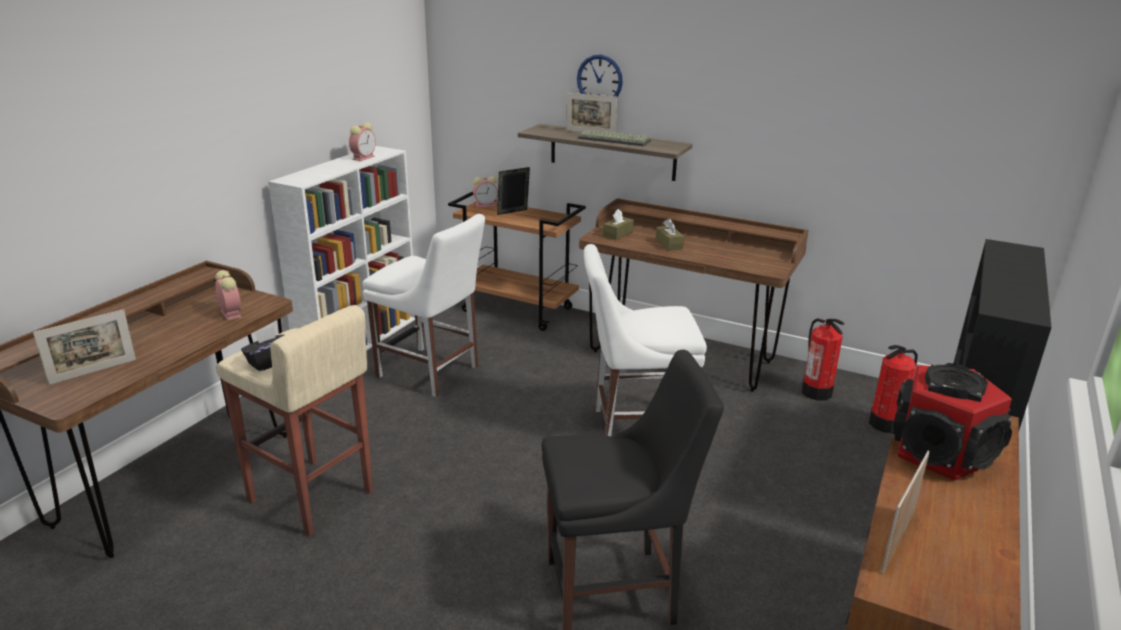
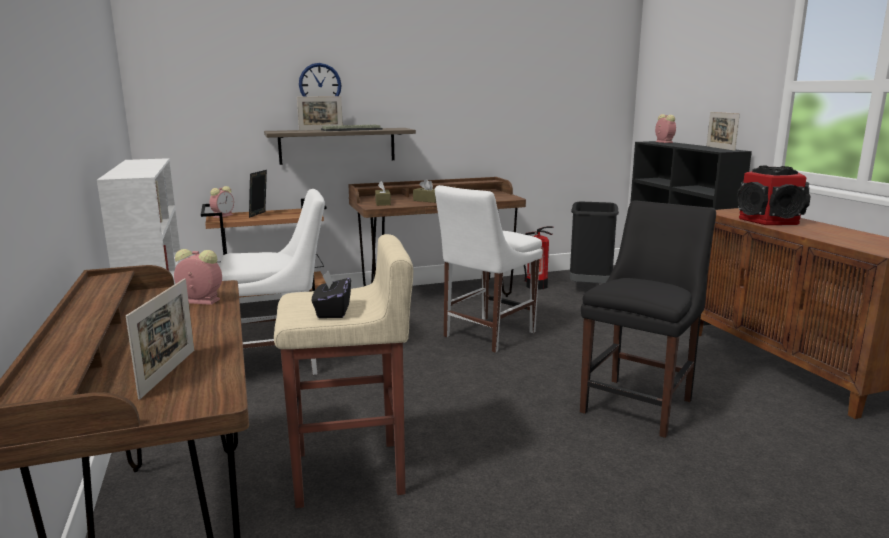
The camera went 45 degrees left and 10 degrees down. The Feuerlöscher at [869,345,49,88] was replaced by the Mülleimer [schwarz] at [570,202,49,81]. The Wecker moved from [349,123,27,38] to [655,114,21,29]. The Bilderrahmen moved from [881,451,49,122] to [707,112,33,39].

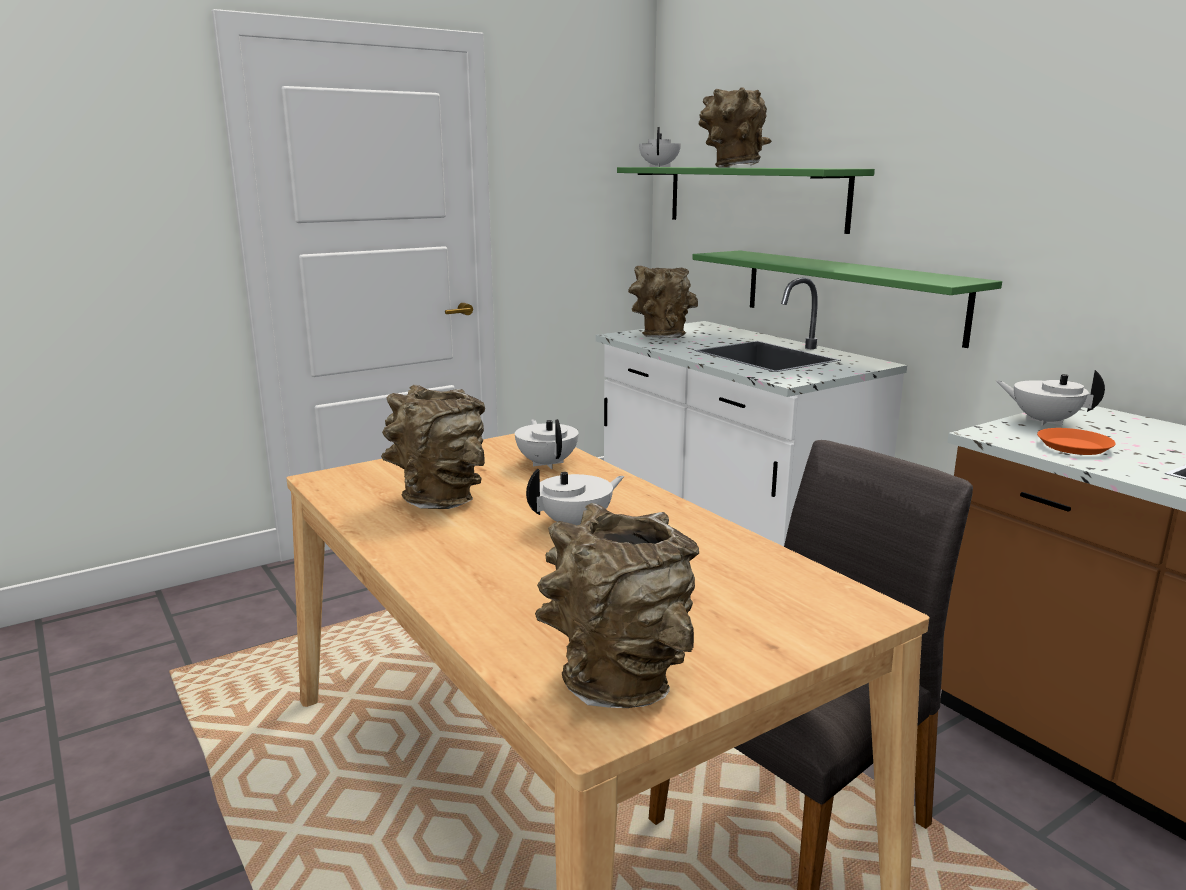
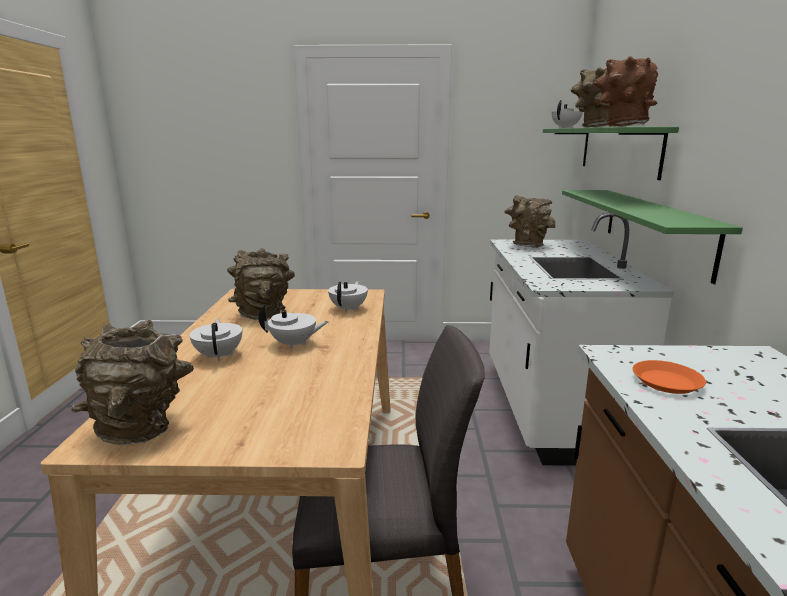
The camera went 35 degrees right and 0 degrees up. The Teekanne [weiß] moved from [996,370,109,56] to [189,319,53,42]. The Vase [braun] at [594,56,64,71] appeared.

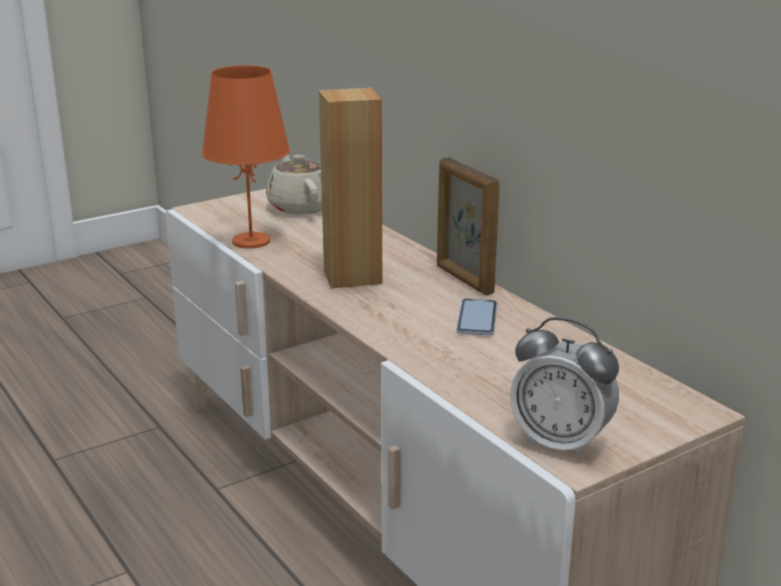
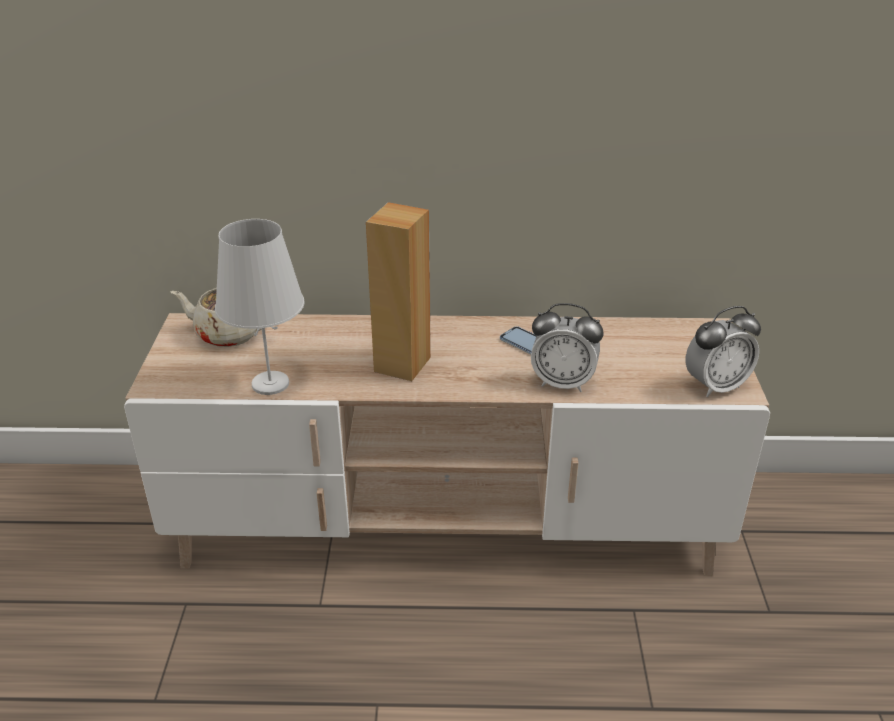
The camera went 55 degrees left and 10 degrees up. The Tischlampe [orange] at [201,65,89,184] became the Tischlampe [weiß] at [215,219,89,176]. The Wecker at [531,303,72,89] appeared. The Bilderrahmen at [437,157,63,138] disappeared.

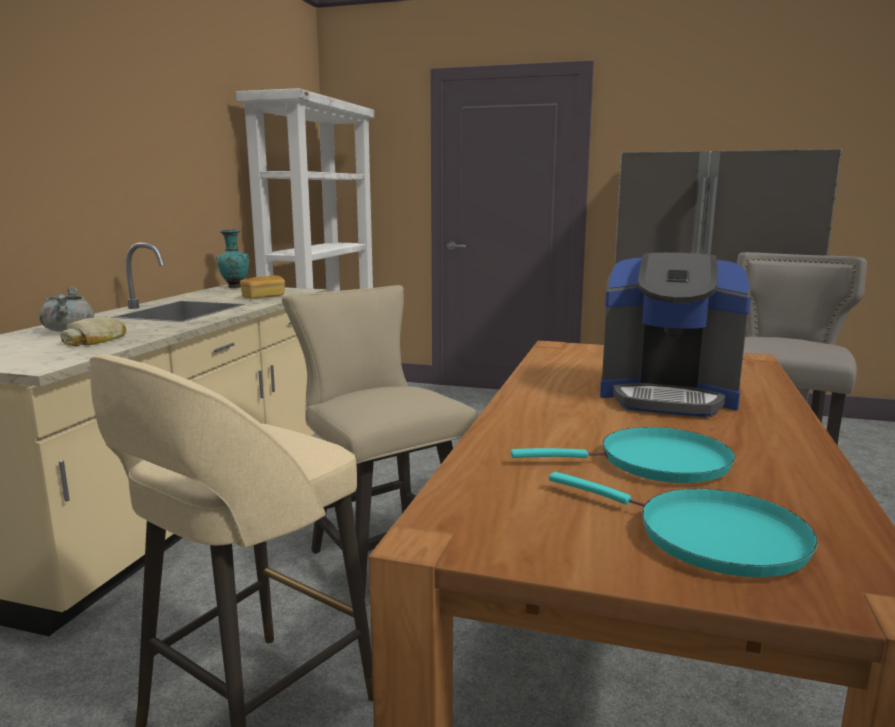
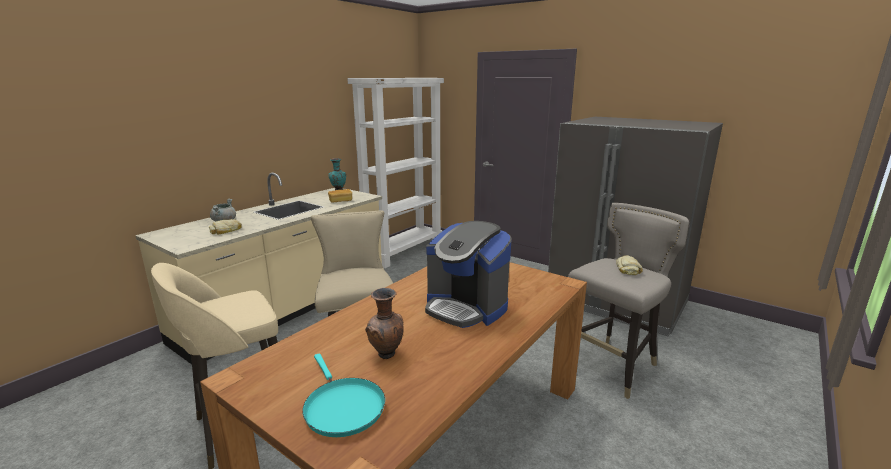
The camera went 20 degrees right and 5 degrees up. The Pfanne [türkis] at [511,427,224,56] was replaced by the Vase [braun] at [365,288,39,71]. The Brot at [616,255,26,20] appeared.

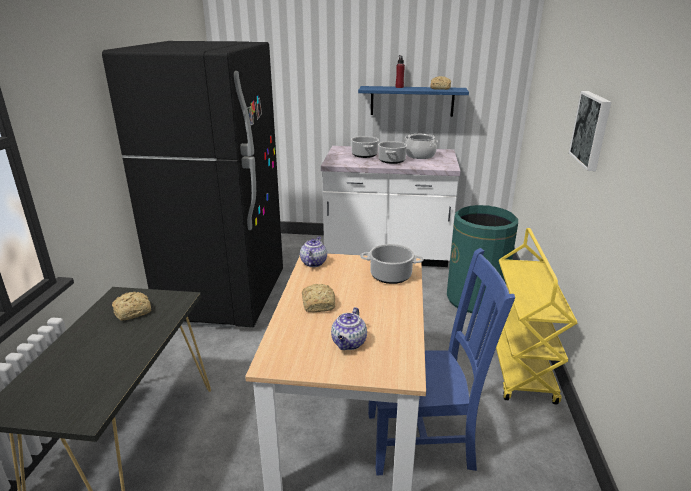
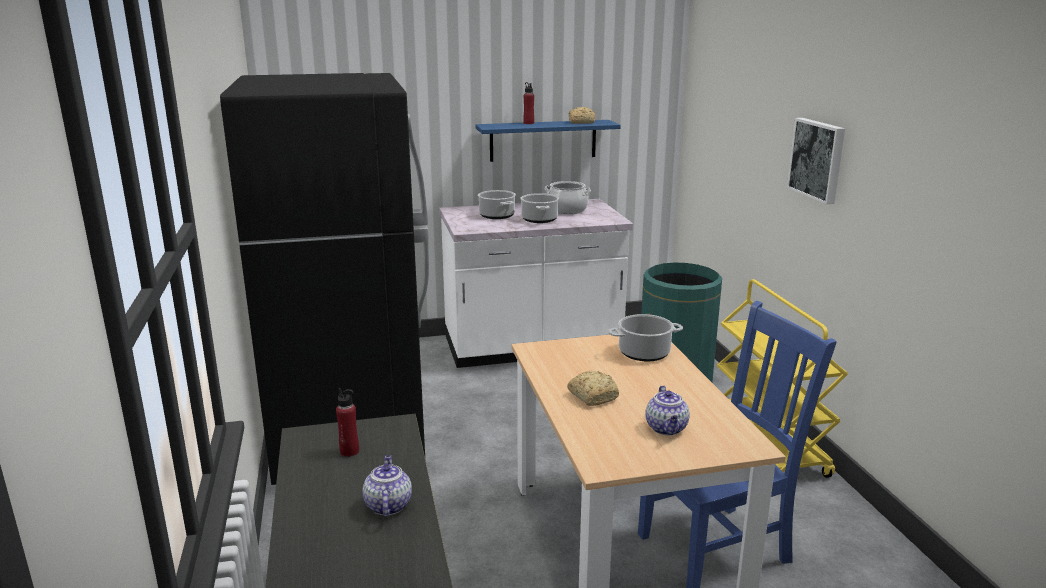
The camera went 20 degrees left and 5 degrees down. The Brot at [112,292,39,29] was replaced by the Flasche [rot] at [336,388,23,69]. The Teekanne moved from [300,236,27,31] to [363,455,49,62].

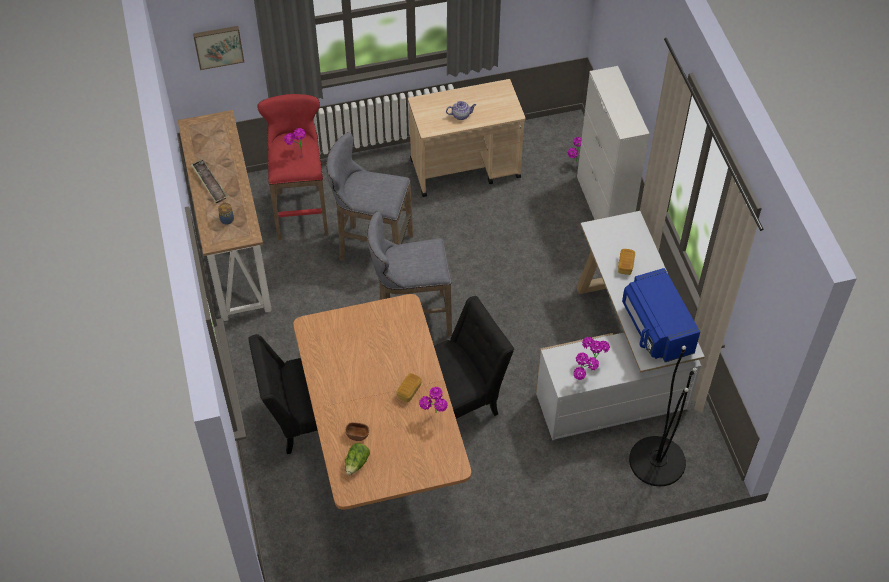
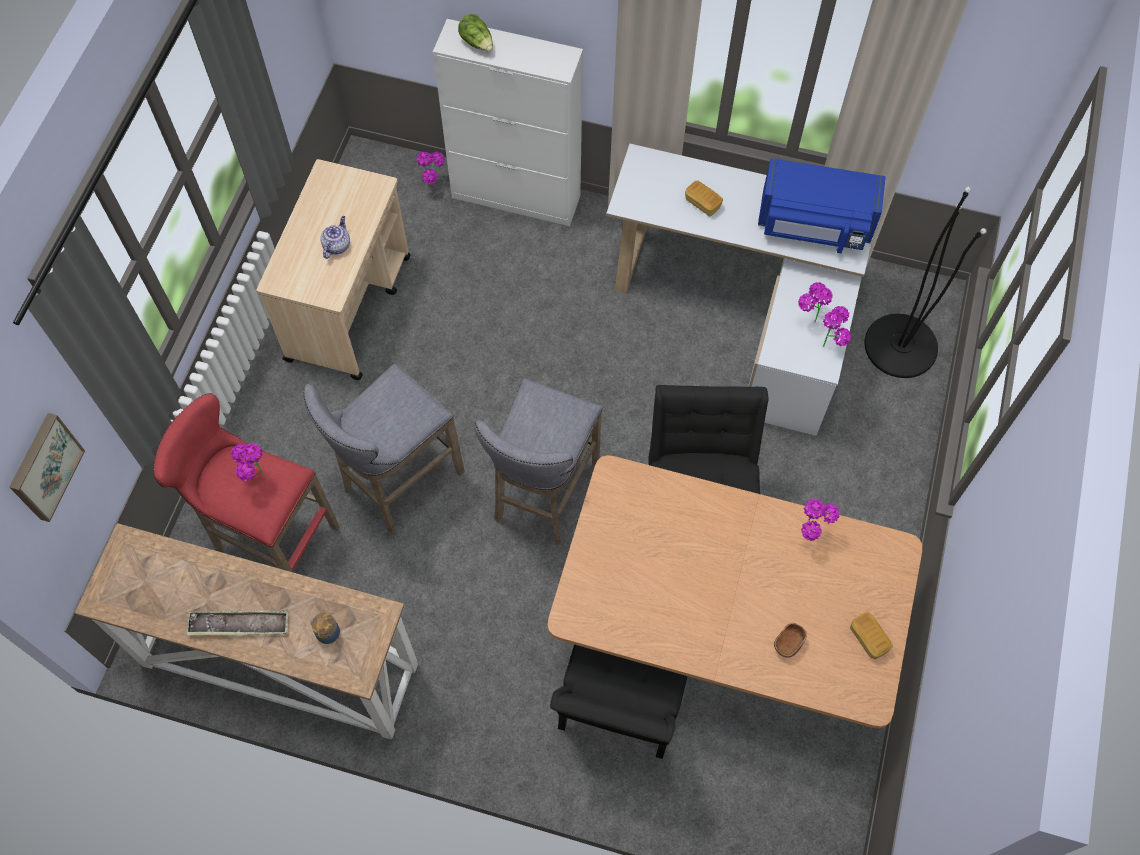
The camera went 60 degrees left and 10 degrees up. The Salatkopf moved from [345,443,25,32] to [458,14,35,38]. The Brot moved from [396,373,26,29] to [850,612,43,47].

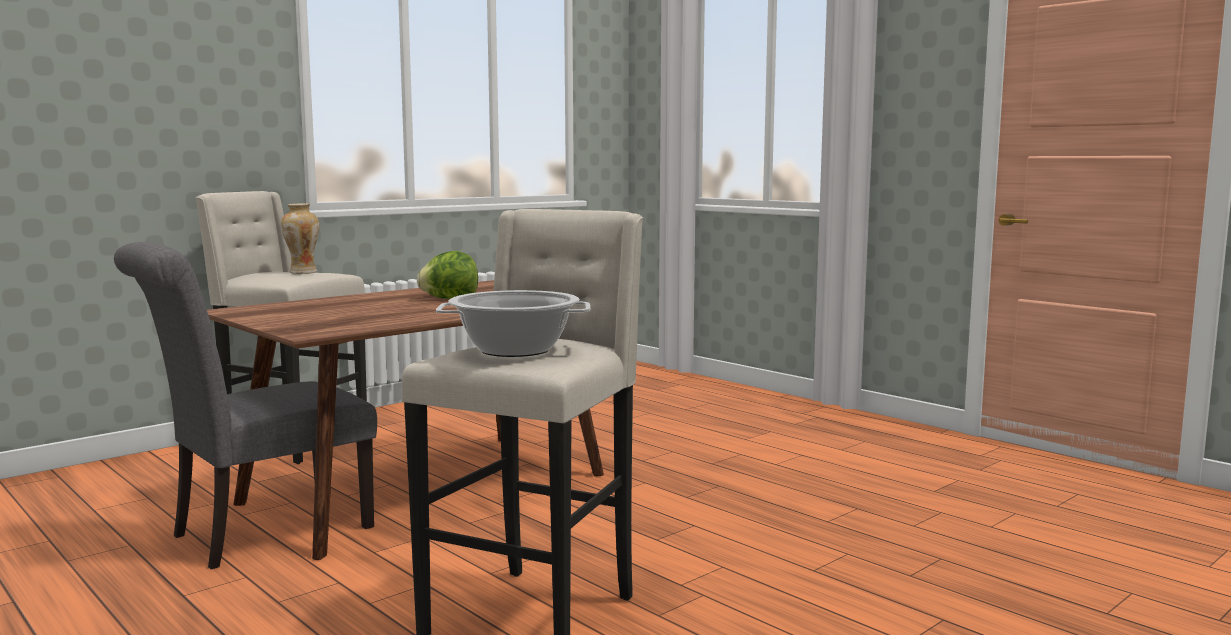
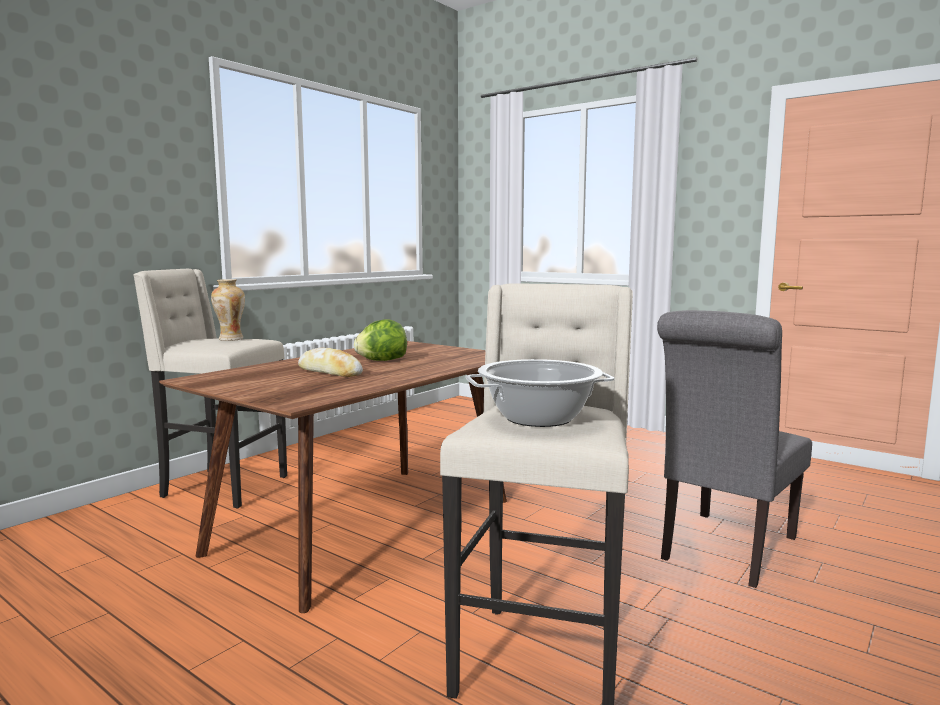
The camera went 10 degrees left and 0 degrees up. The Brot at [298,348,65,29] appeared. The Stuhl [grau] moved from [114,242,263,327] to [657,310,155,278].

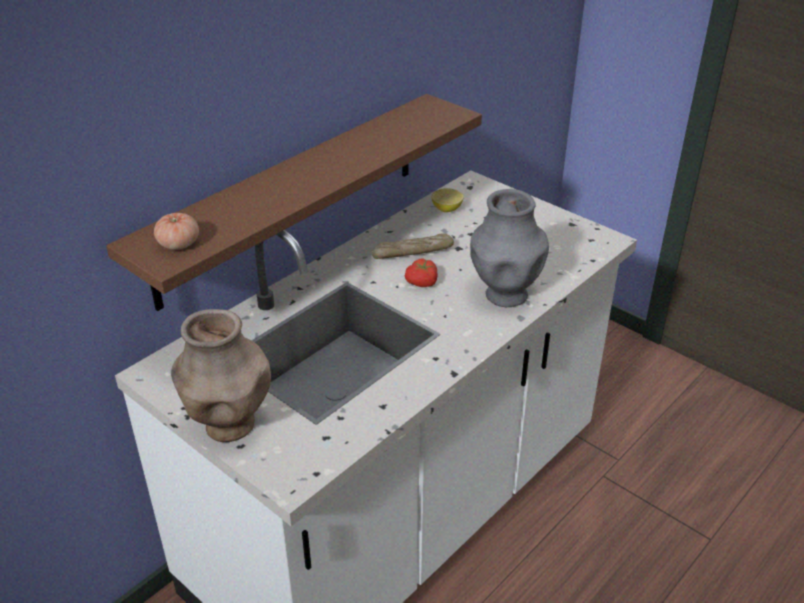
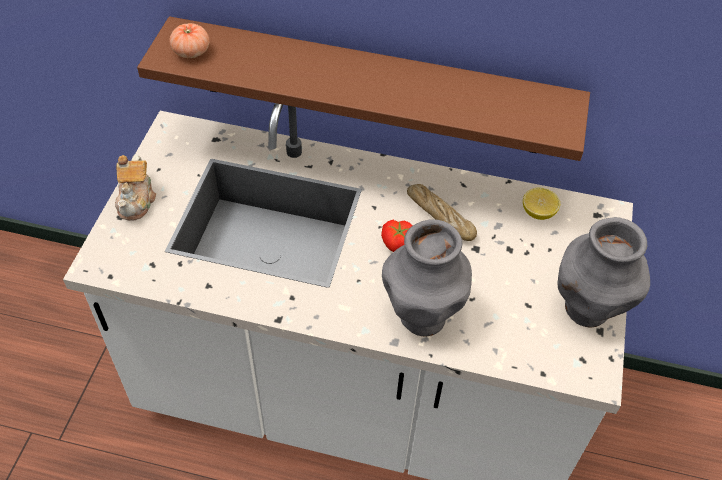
The camera went 60 degrees right and 15 degrees up. The Vase [braun] at [171,309,100,133] was replaced by the Teekanne at [115,154,41,67]. The Vase [grau] at [557,217,93,111] appeared.

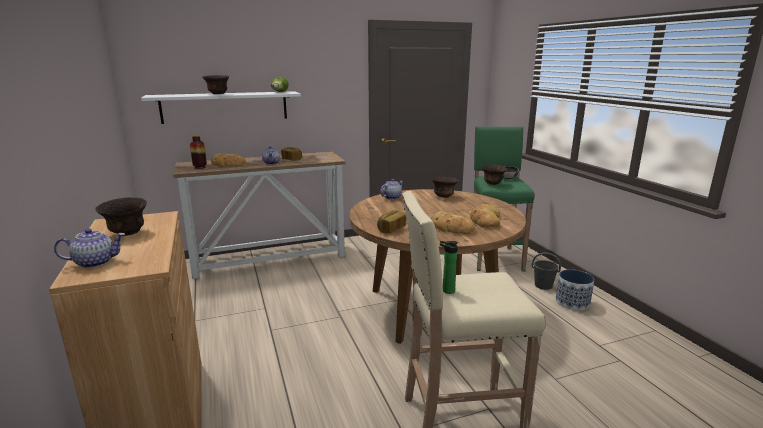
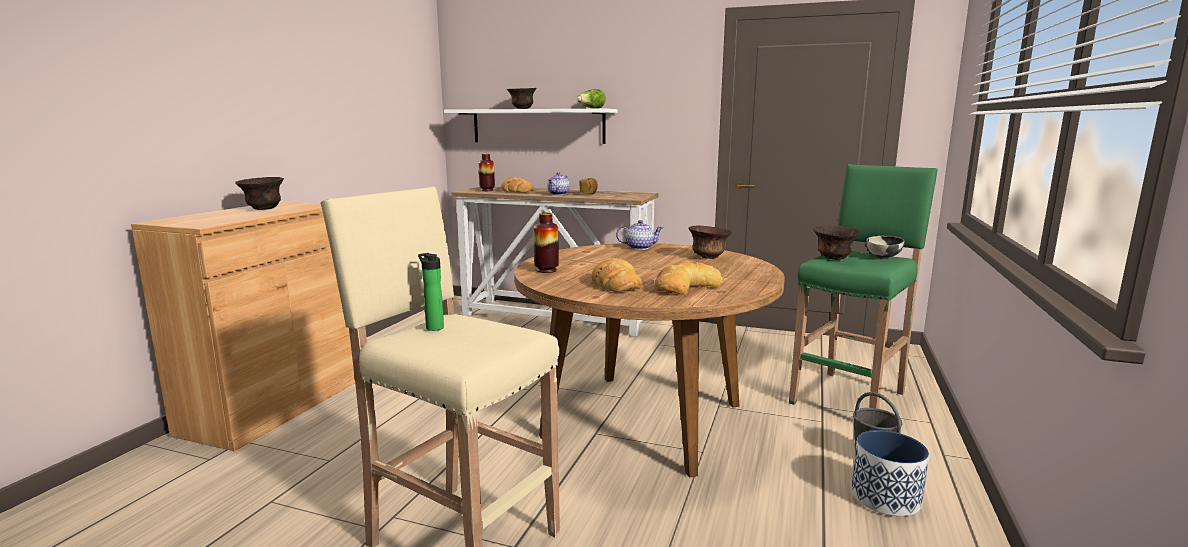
The camera went 40 degrees right and 5 degrees down. The Brot at [377,210,29,24] was replaced by the Vase at [534,213,25,60]. The Teekanne at [54,228,71,40] disappeared.

